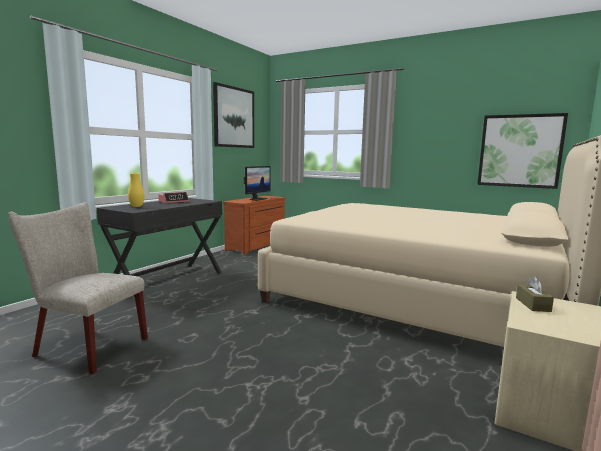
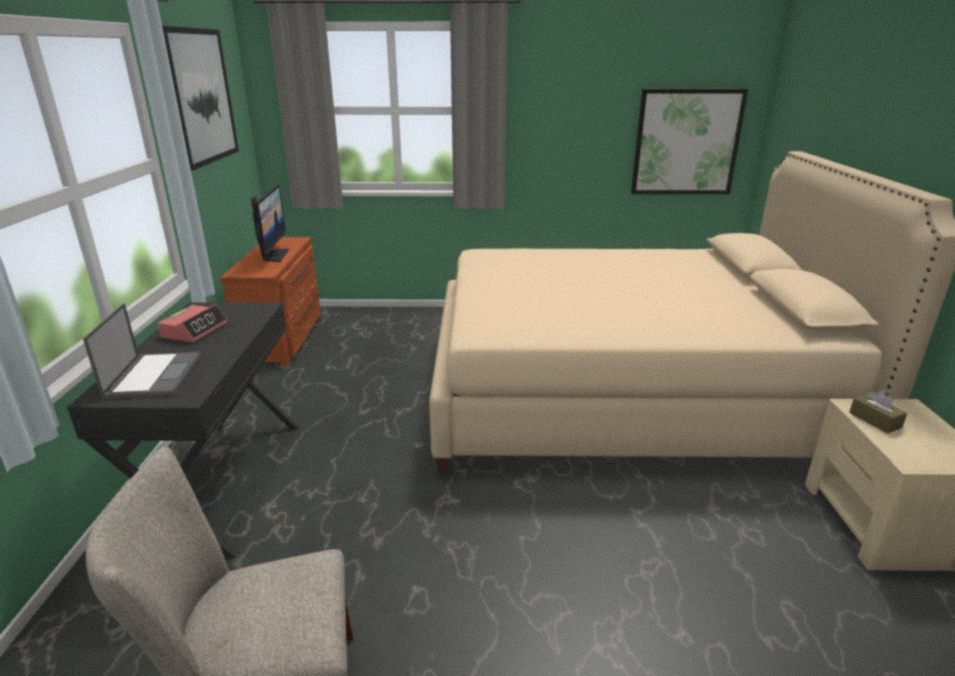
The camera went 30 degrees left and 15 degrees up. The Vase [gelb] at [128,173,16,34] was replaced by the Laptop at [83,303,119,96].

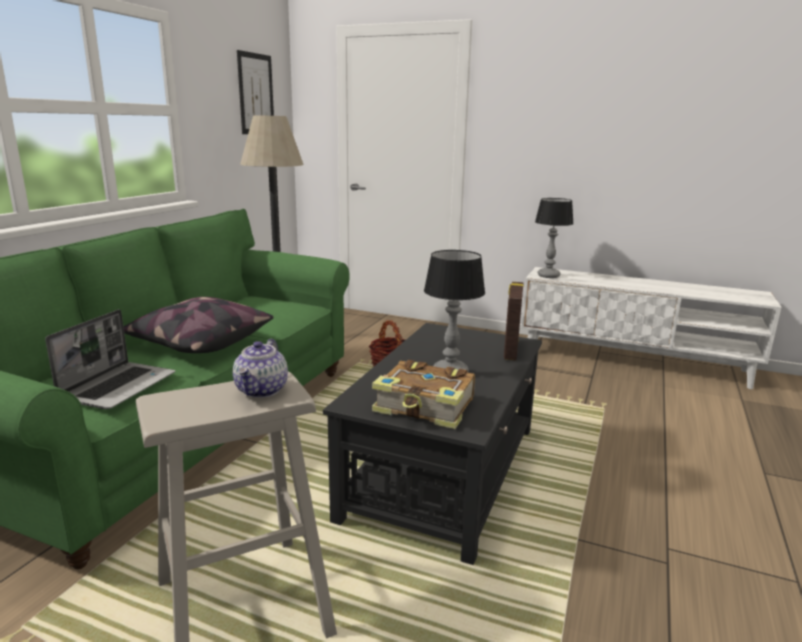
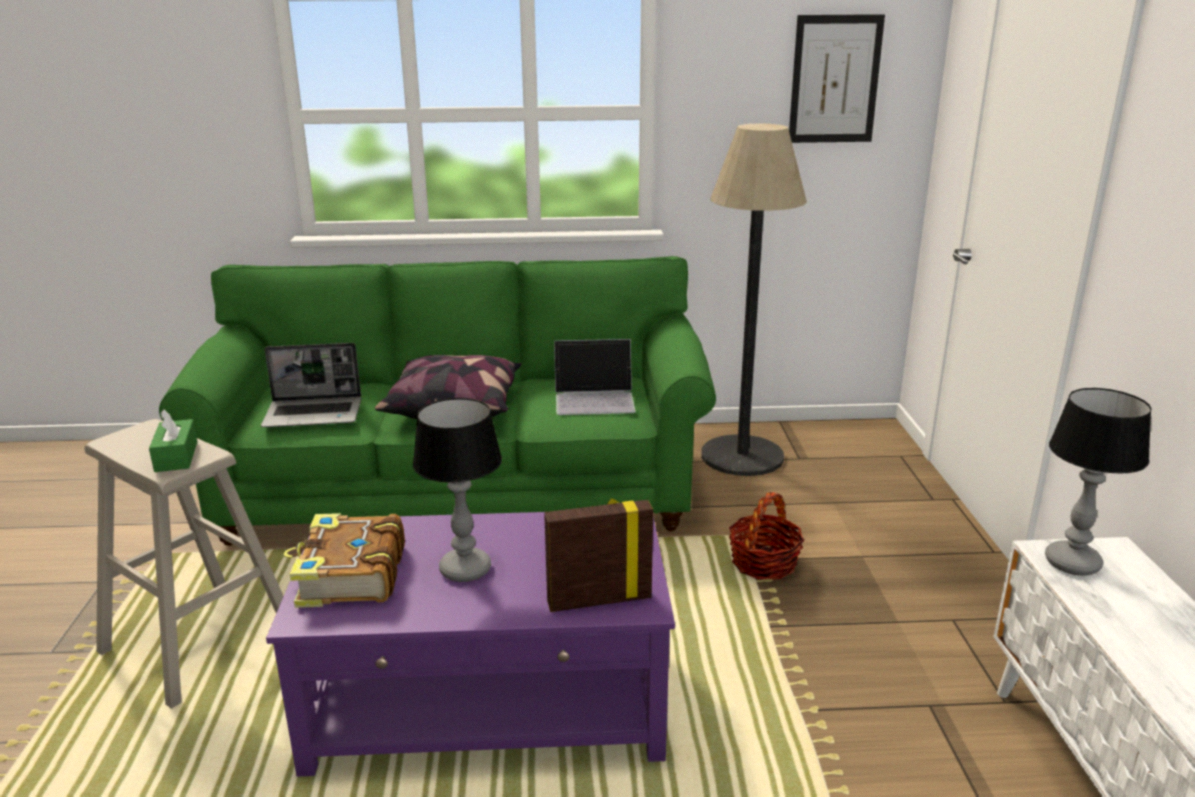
The camera went 65 degrees right and 5 degrees up. The Teekanne at [233,339,55,59] was replaced by the Taschentuchbox [grün] at [149,409,48,63]. The Couchtisch [schwarz] at [323,323,219,242] became the Couchtisch [lila] at [266,512,409,265]. The Laptop at [554,339,82,76] appeared.

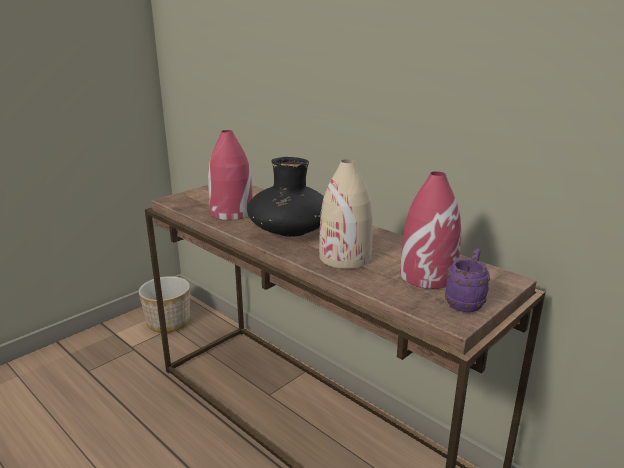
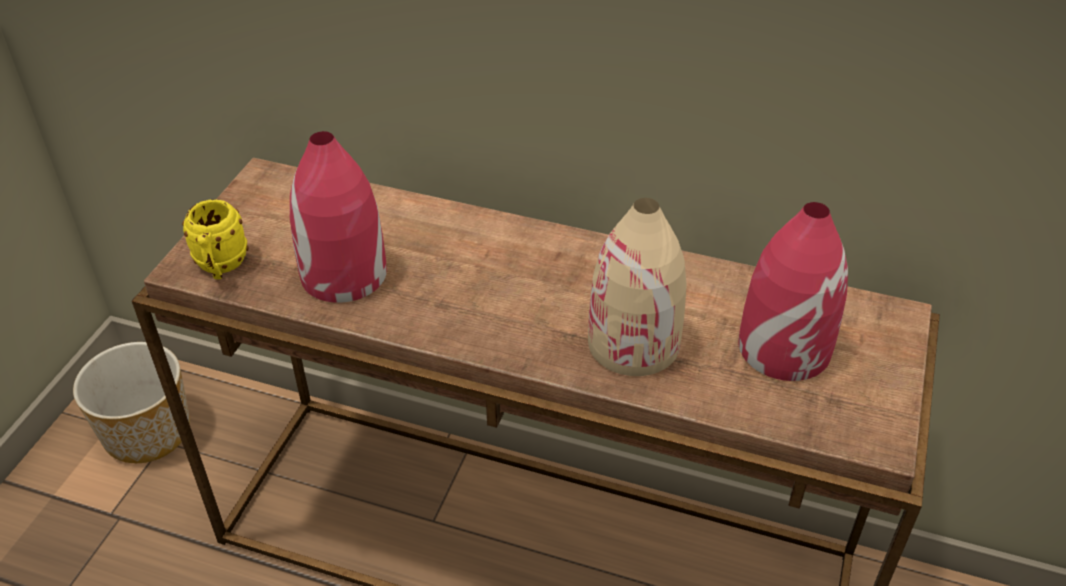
The camera went 25 degrees left and 20 degrees up. The Henkelbecher [gelb] at [182,199,66,80] appeared. The Vase [schwarz] at [247,157,77,80] disappeared. The Henkelbecher [lila] at [445,248,45,64] disappeared.

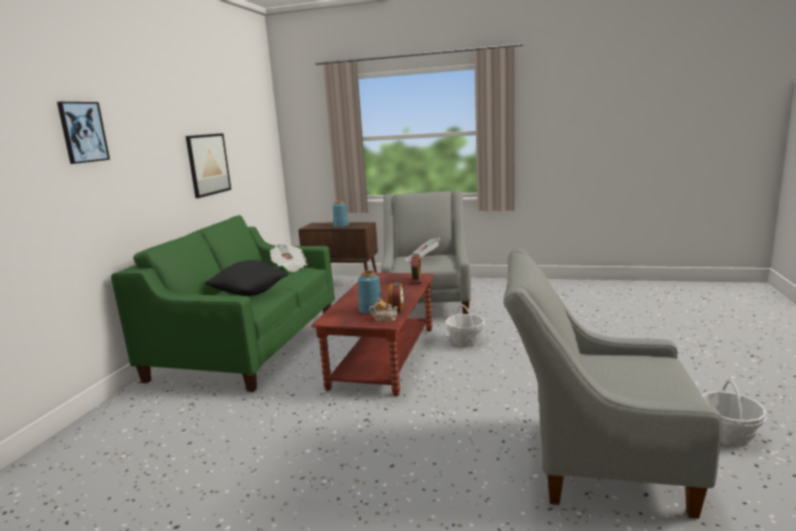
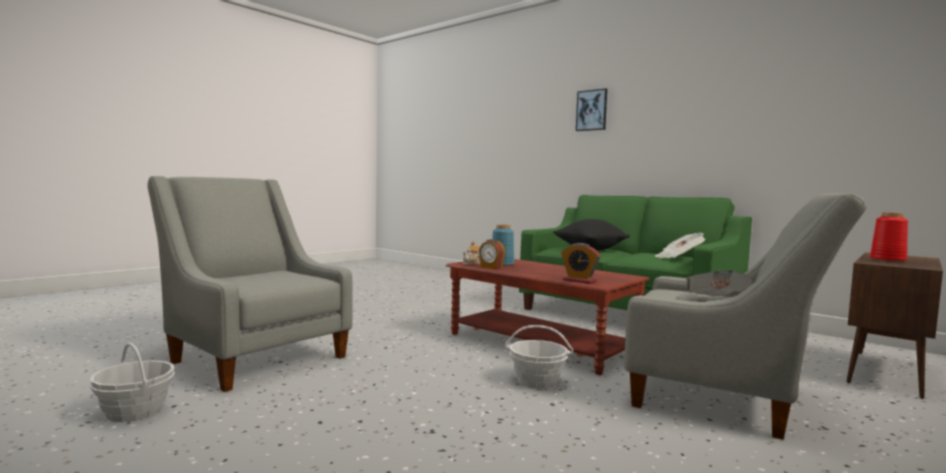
The camera went 115 degrees right and 10 degrees down. The Sessel [grau] at [503,248,219,271] turned 90 degrees counterclockwise. The Vase [blau] at [333,200,16,28] became the Vase [rot] at [870,212,38,50]. The Bild at [186,133,45,65] disappeared.

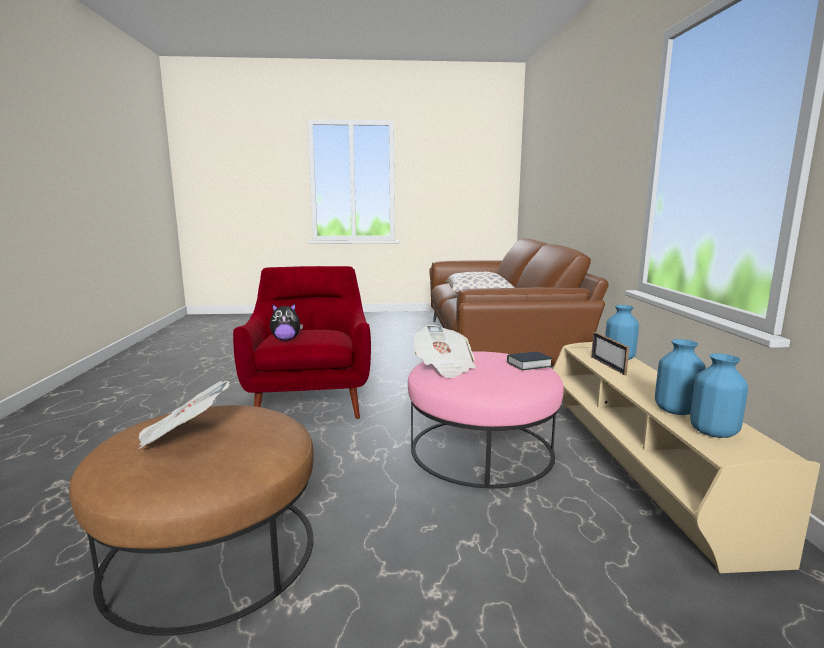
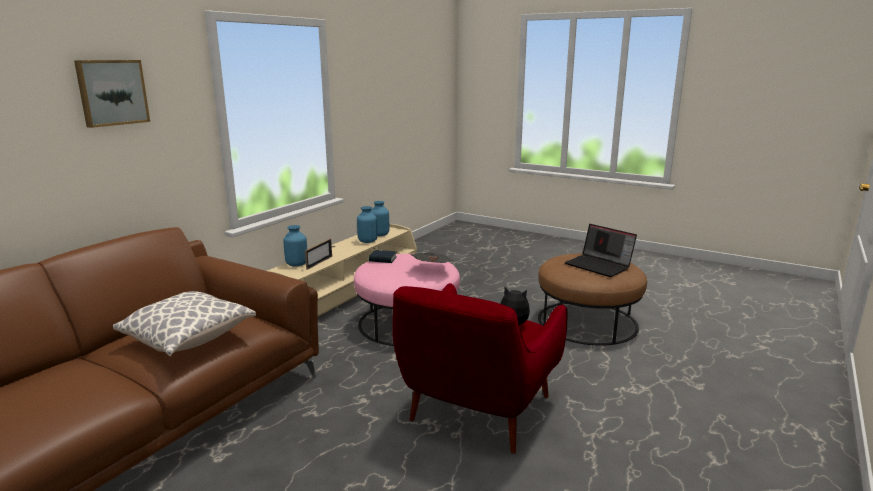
The camera went 145 degrees left and 5 degrees up. The Bild at [74,60,76,68] appeared. The Zeitung at [139,381,91,68] was replaced by the Laptop at [565,224,72,53].

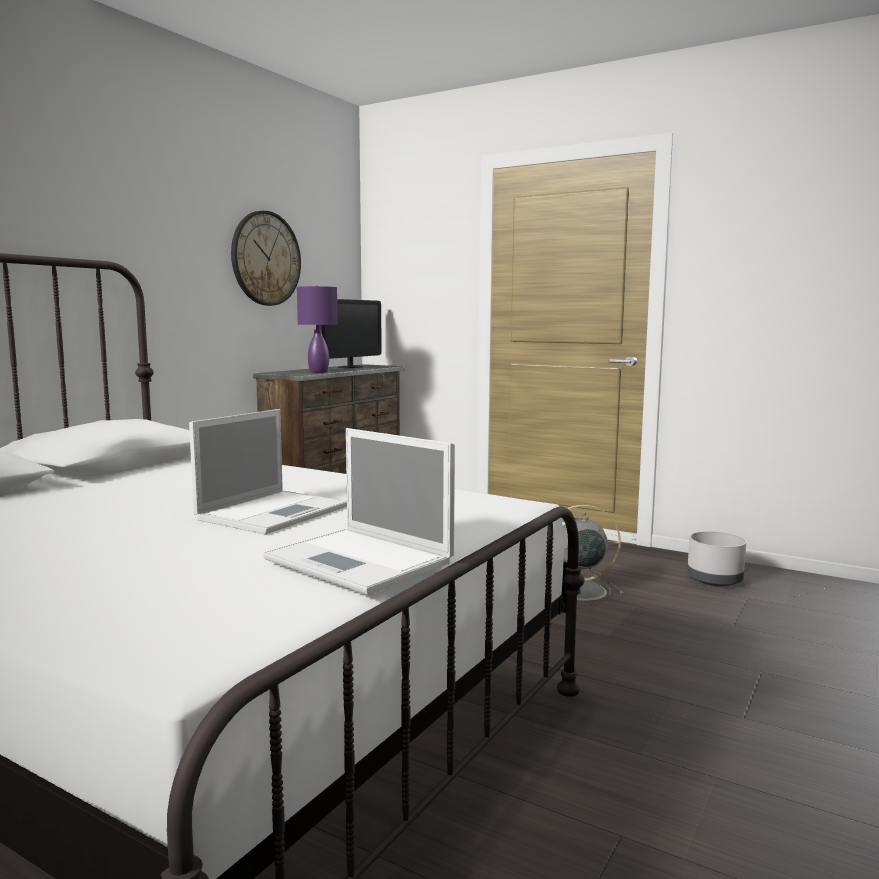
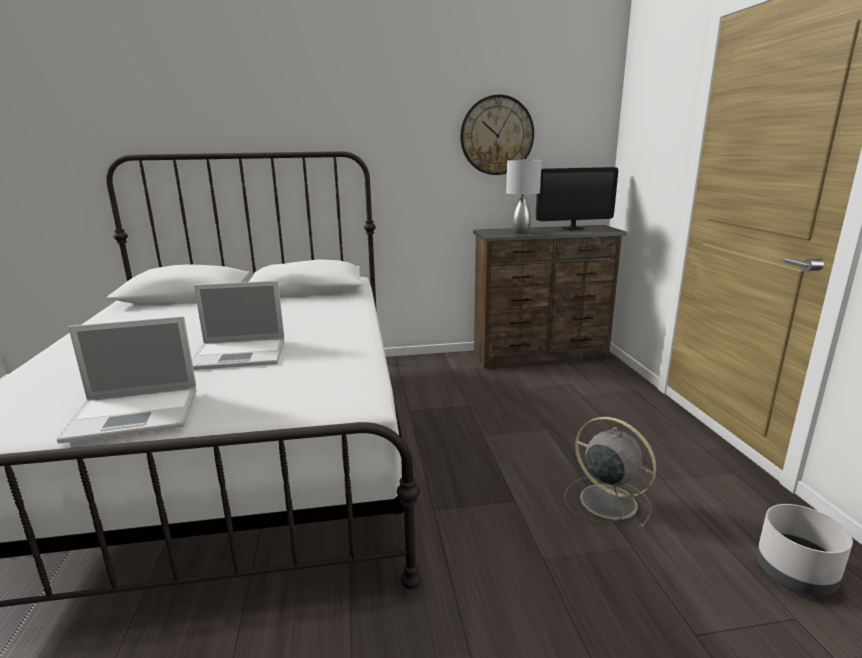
The camera went 50 degrees right and 10 degrees up. The Laptop at [263,428,192,167] turned 105 degrees counterclockwise. The Tischlampe [lila] at [297,286,41,86] became the Tischlampe [grau] at [506,159,36,75].

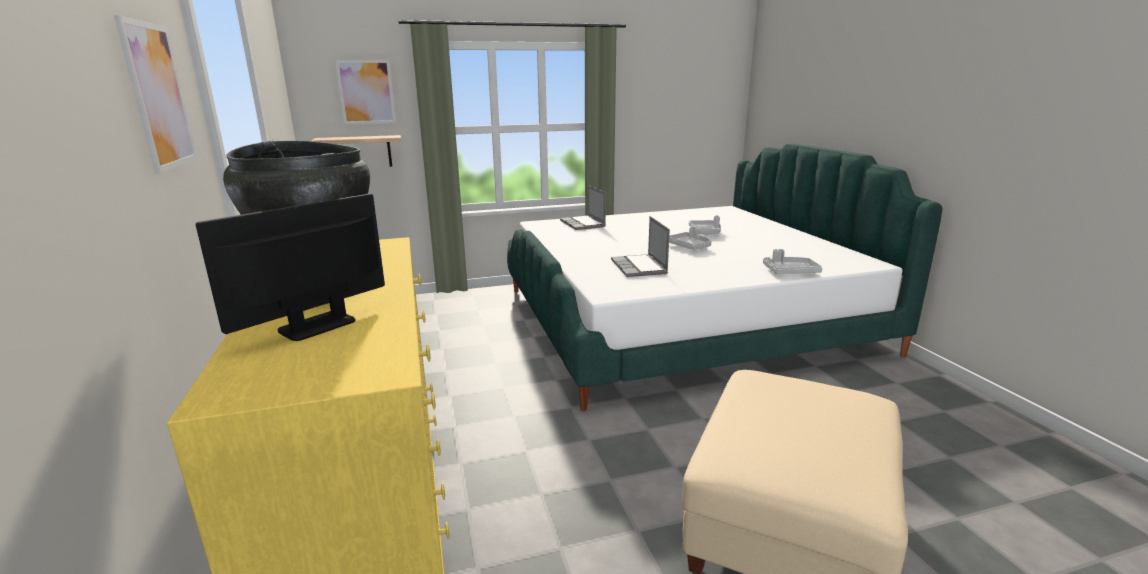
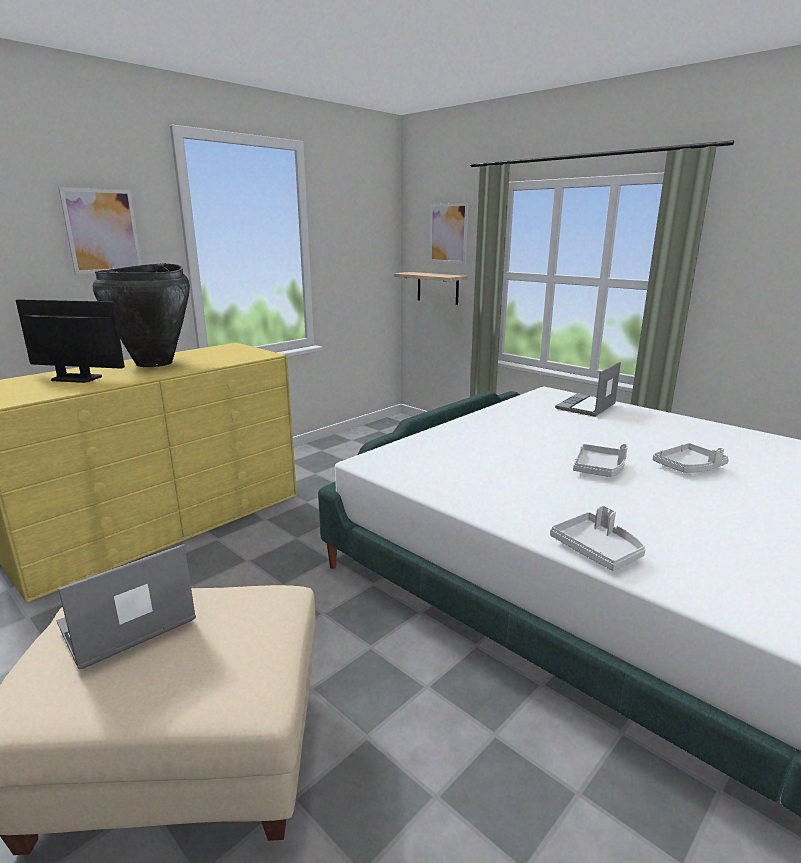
The camera went 60 degrees right and 0 degrees up. The Laptop moved from [611,216,59,61] to [57,544,139,125].

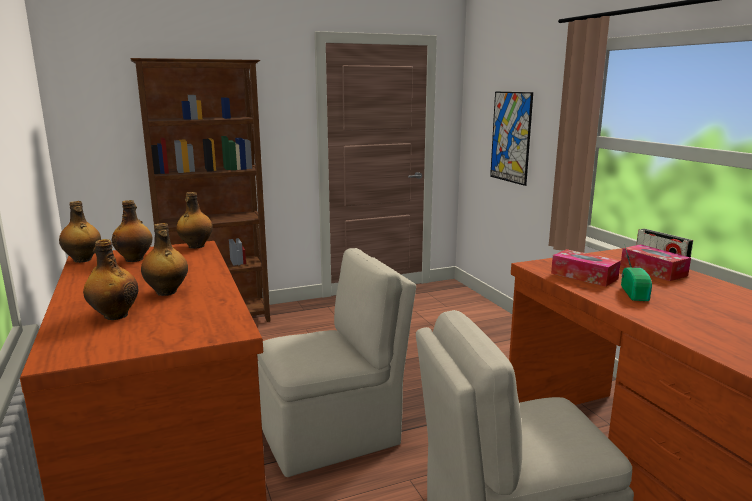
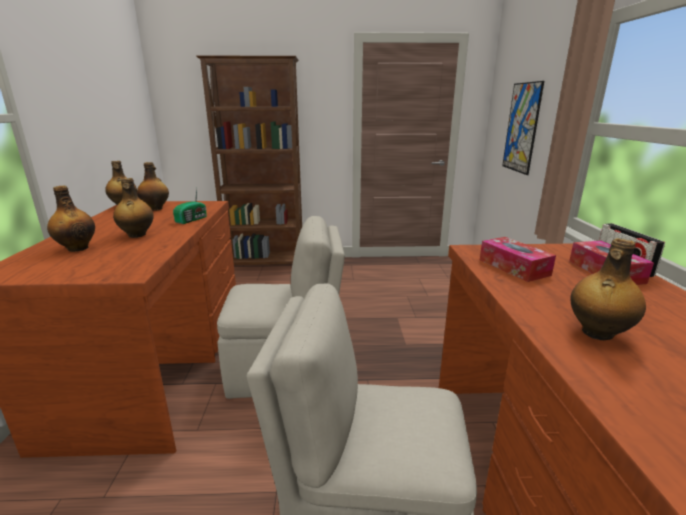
The camera went 20 degrees right and 5 degrees up. The Radio moved from [621,247,31,54] to [173,188,34,36]. The Flasche moved from [176,192,37,57] to [570,238,76,102].

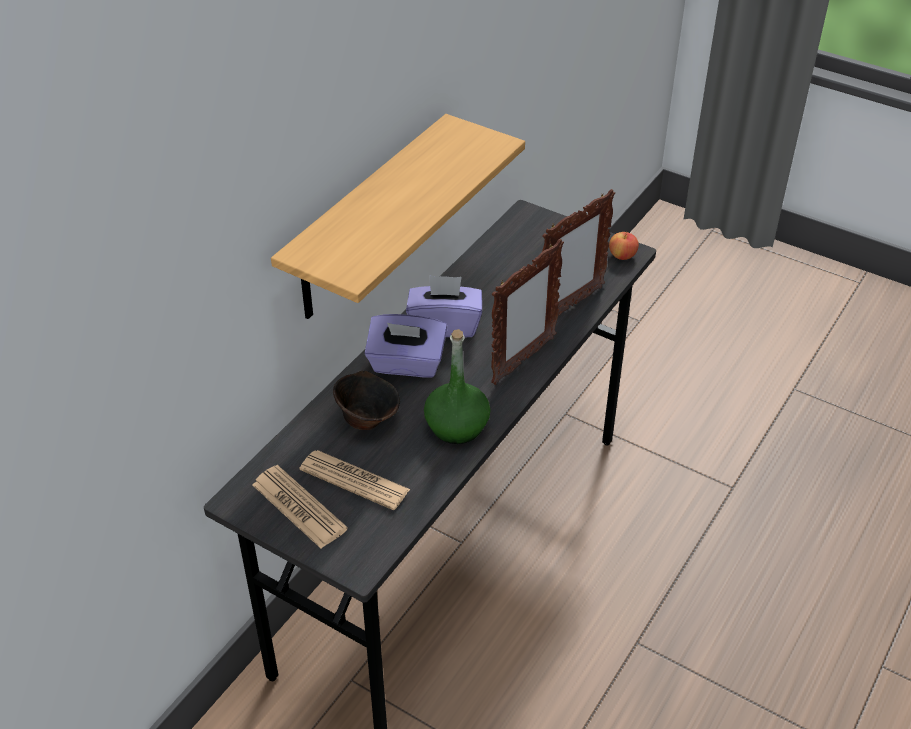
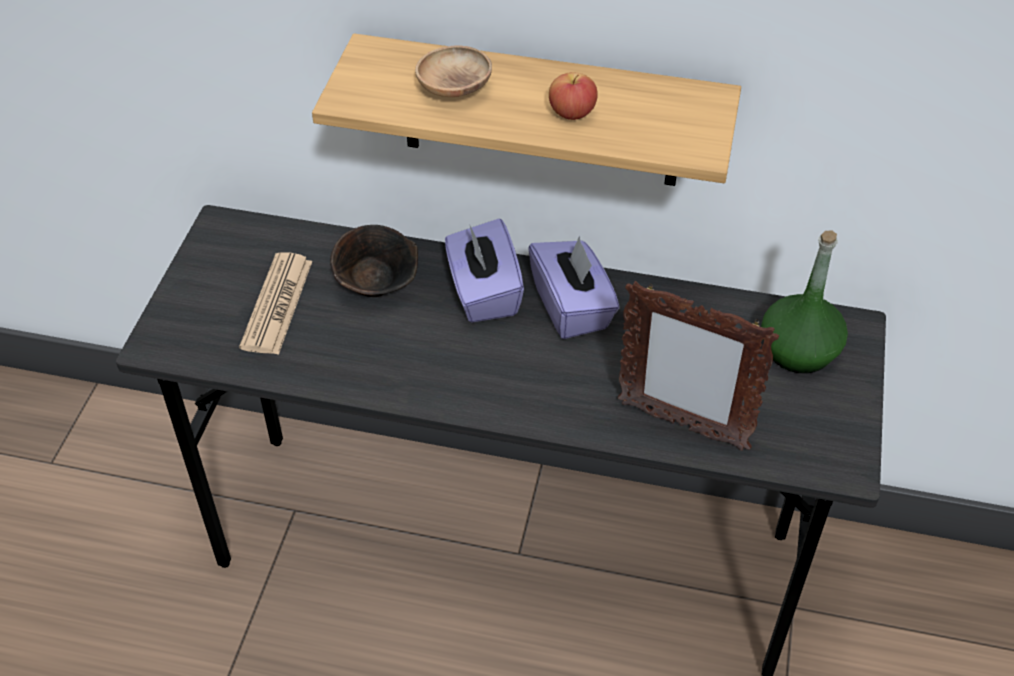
The camera went 70 degrees right and 5 degrees up. The Schüssel [braun] at [415,46,77,51] appeared. The Apfel moved from [609,232,30,28] to [549,72,49,48]. The Flasche [grün] moved from [424,329,67,115] to [761,230,87,144]. The Zeitung at [252,465,96,84] disappeared. The Bilderrahmen at [491,239,73,146] disappeared.

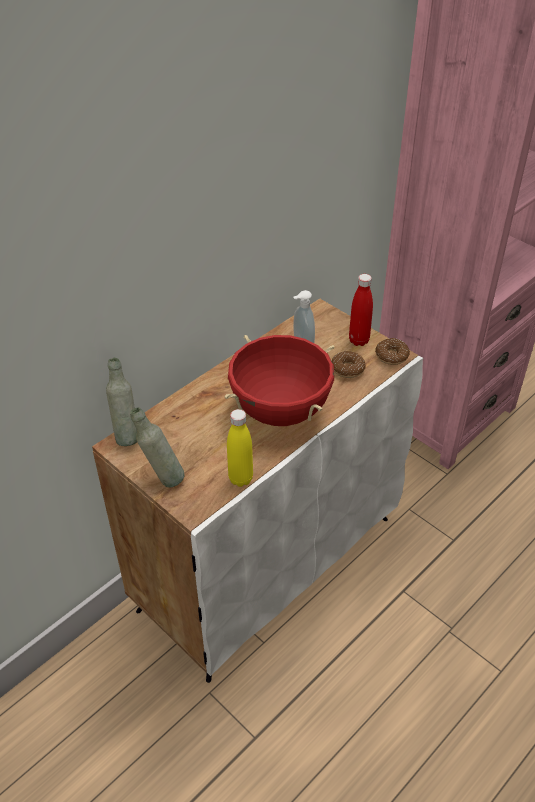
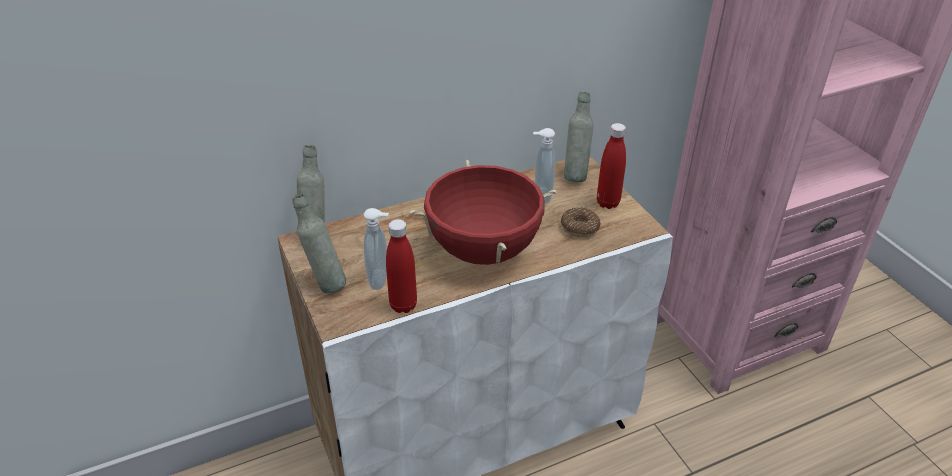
The camera went 20 degrees right and 5 degrees down. The Seifenspender at [364,208,25,82] appeared. The Flasche [gelb] at [227,409,26,78] became the Flasche [rot] at [386,219,31,94]. The Flasche [grau] at [564,92,29,90] appeared. The Donut at [375,338,35,27] disappeared.

